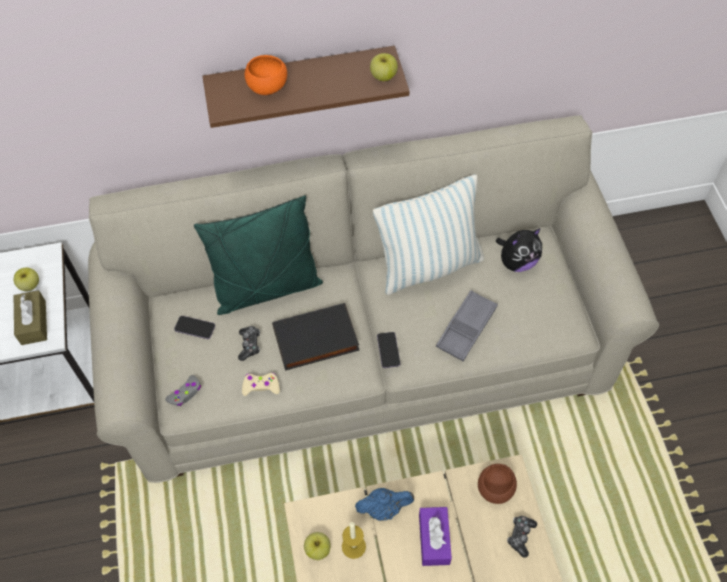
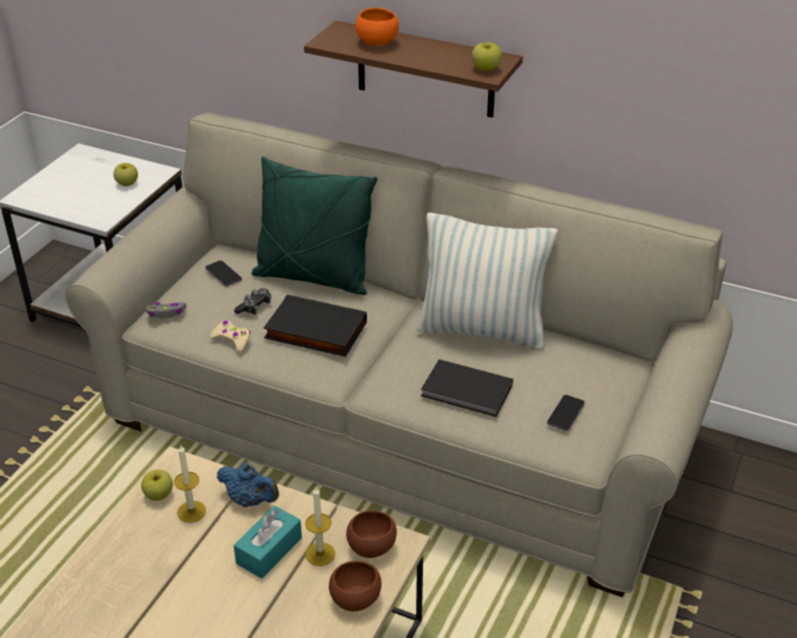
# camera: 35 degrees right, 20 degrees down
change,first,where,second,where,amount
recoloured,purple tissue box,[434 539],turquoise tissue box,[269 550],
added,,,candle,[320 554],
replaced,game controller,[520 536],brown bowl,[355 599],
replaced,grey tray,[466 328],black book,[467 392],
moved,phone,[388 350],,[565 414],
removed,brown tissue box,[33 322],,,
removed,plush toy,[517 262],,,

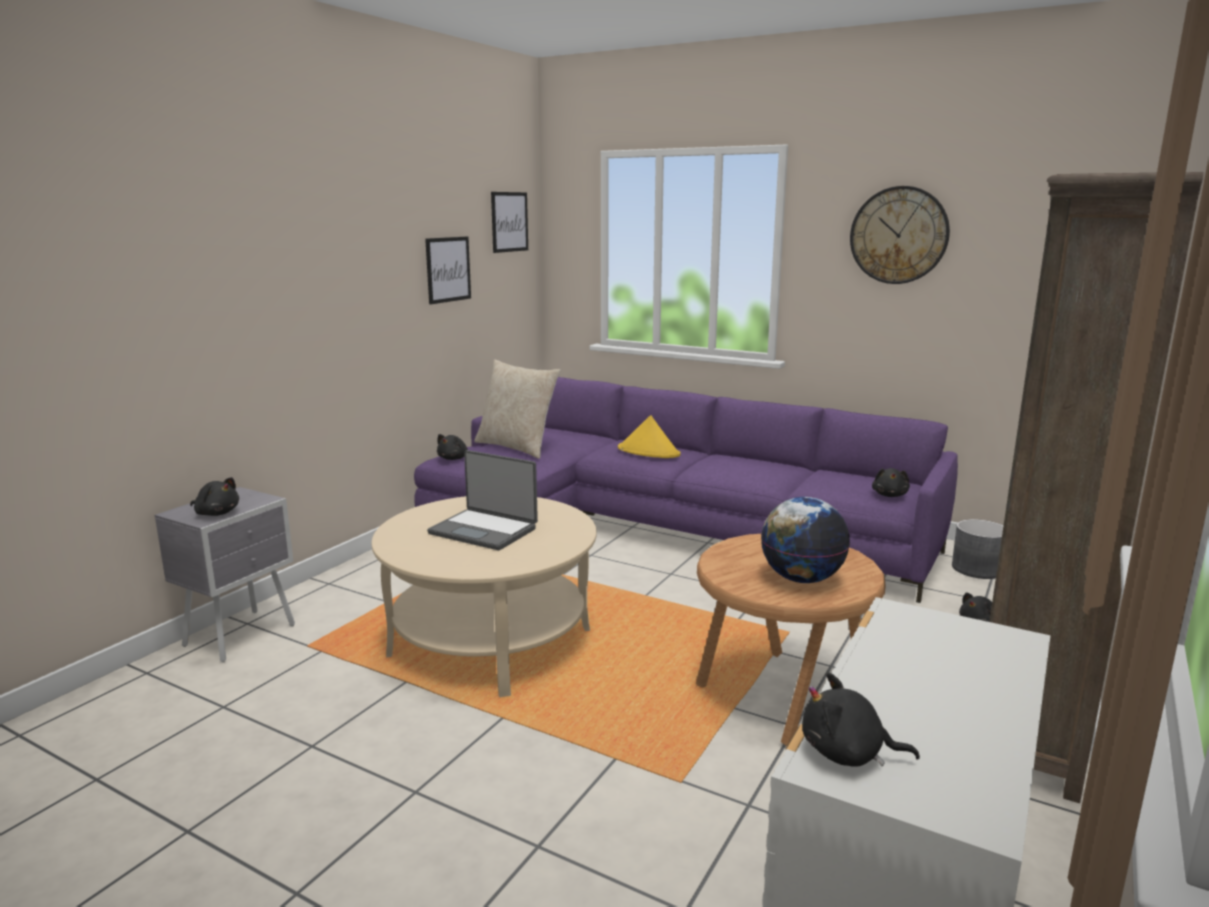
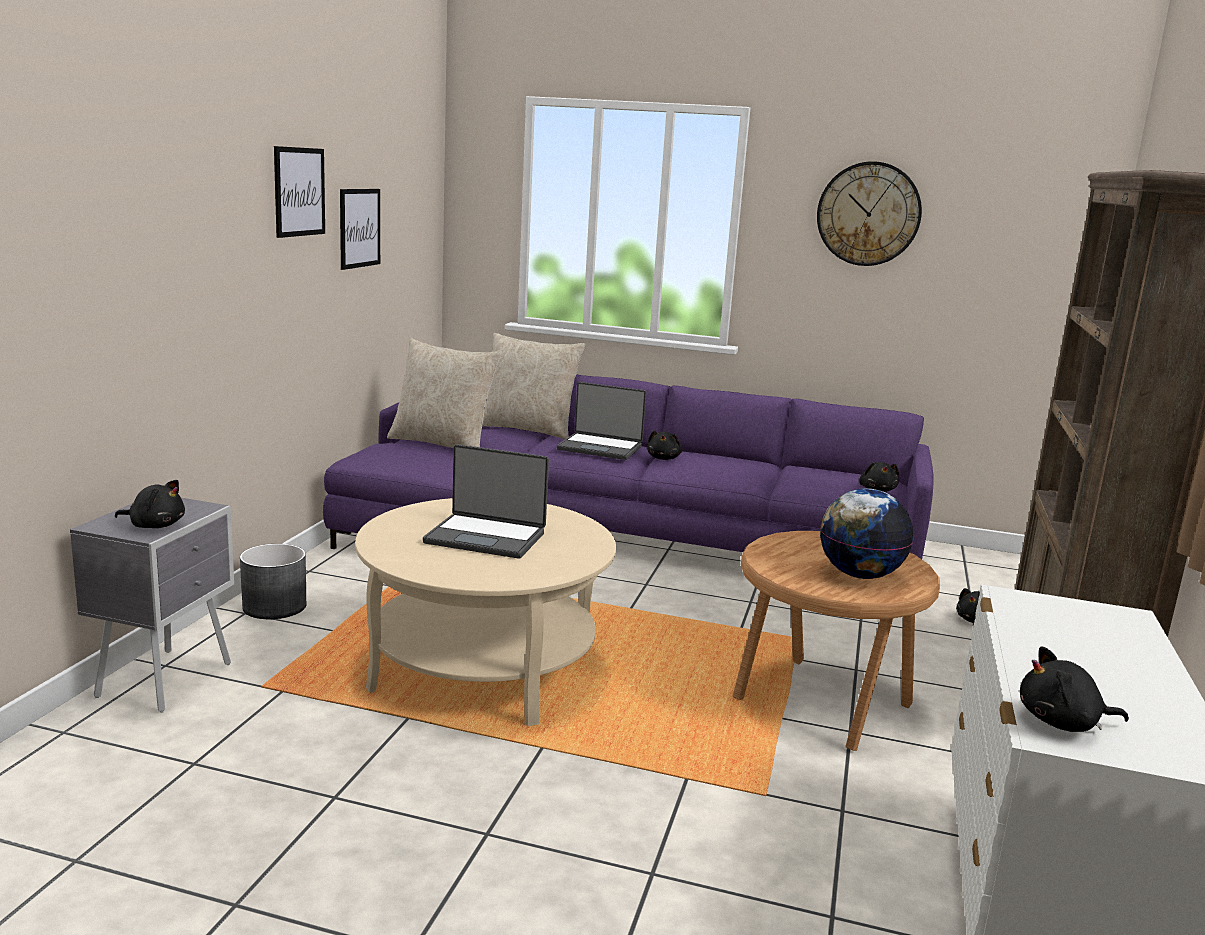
# camera: 15 degrees left, 0 degrees up
change,first,where,second,where,amount
moved,grey planter,[978 569],,[275 606],
moved,picture,[509 222],,[299 192],
added,,,beige pillow,[528 429],
replaced,yellow hat,[649 452],laptop,[600 448],
moved,black plush toy,[454 458],,[663 458],

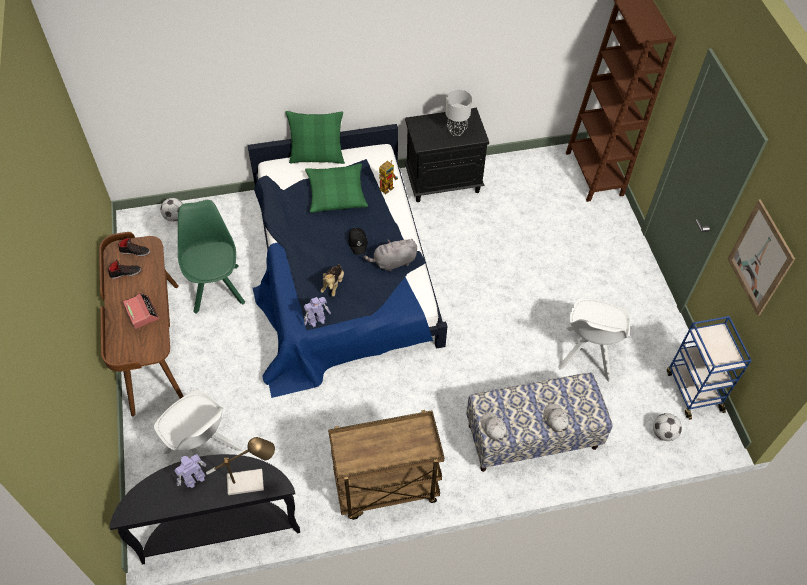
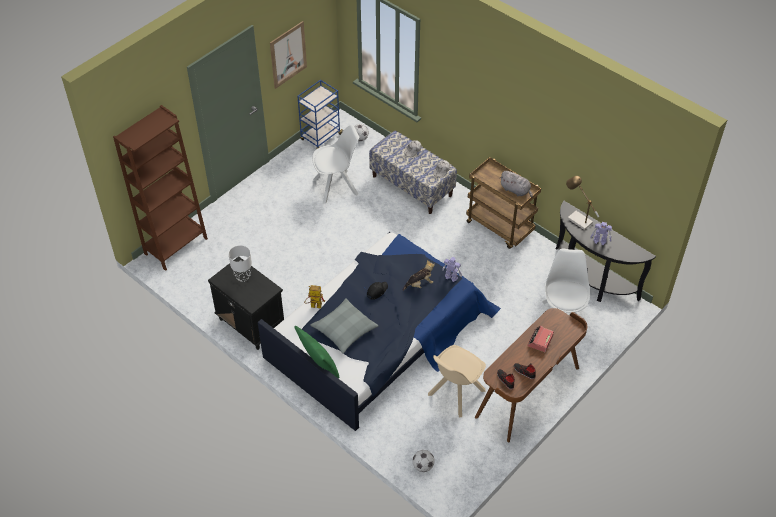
# camera: 125 degrees left, 5 degrees down
change,first,where,second,where,amount
recoloured,green pillow,[336 193],grey pillow,[344 330],
recoloured,green chair,[216 286],beige chair,[455 393],
moved,grey plush toy,[393 262],,[516 190],

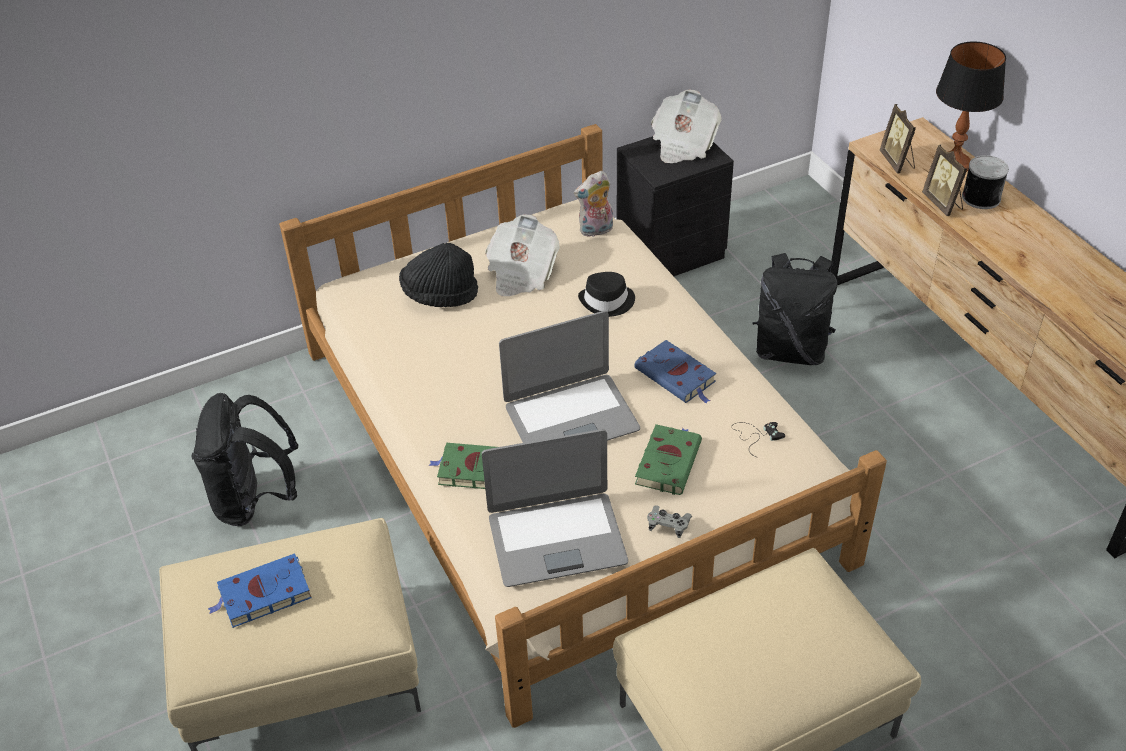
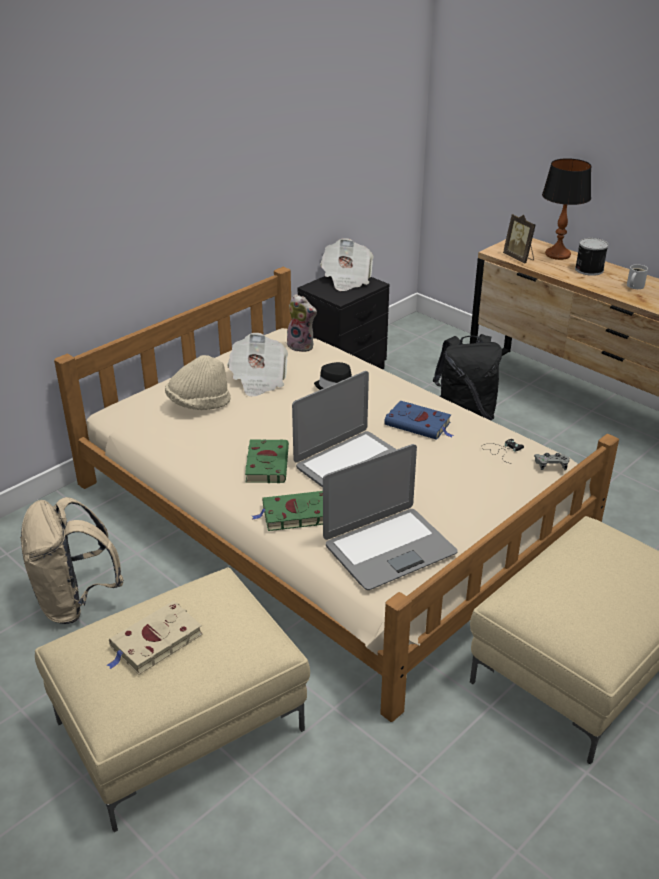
# camera: 20 degrees left, 10 degrees down
change,first,where,second,where,amount
recoloured,black backpack,[255 500],beige backpack,[75 601],
recoloured,blue book,[262 595],beige book,[154 642],
recoloured,black hat,[439 294],beige hat,[198 403],
moved,green book,[668 461],,[267 463],
turned,plush toy,[596 231],,[302 346],105 degrees counterclockwise
moved,grey game controller,[668 526],,[551 466],
added,,,white mug,[634 286],
removed,picture frame,[943 203],,,

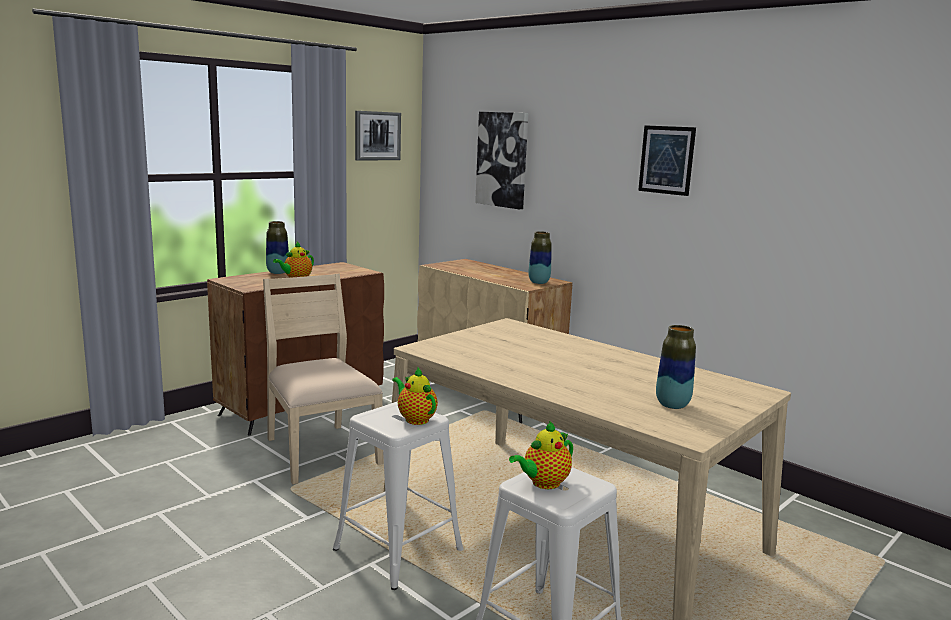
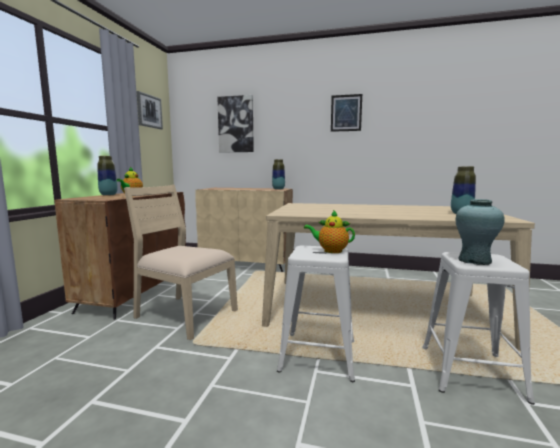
# camera: 30 degrees left, 5 degrees down
change,first,where,second,where,amount
replaced,teapot,[543 483],turquoise vase,[475 261],

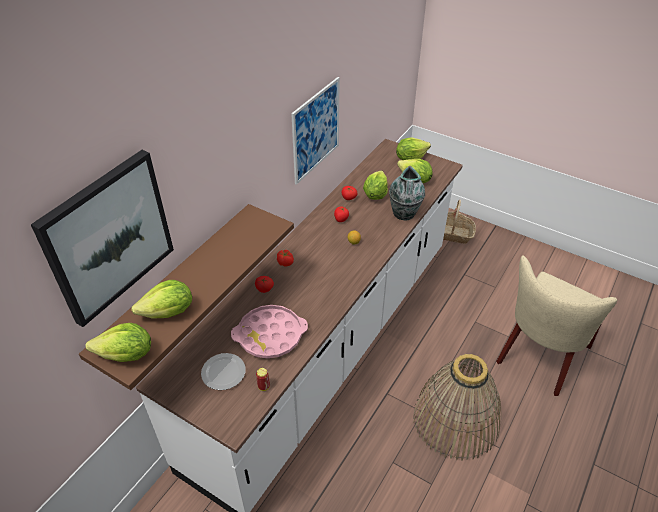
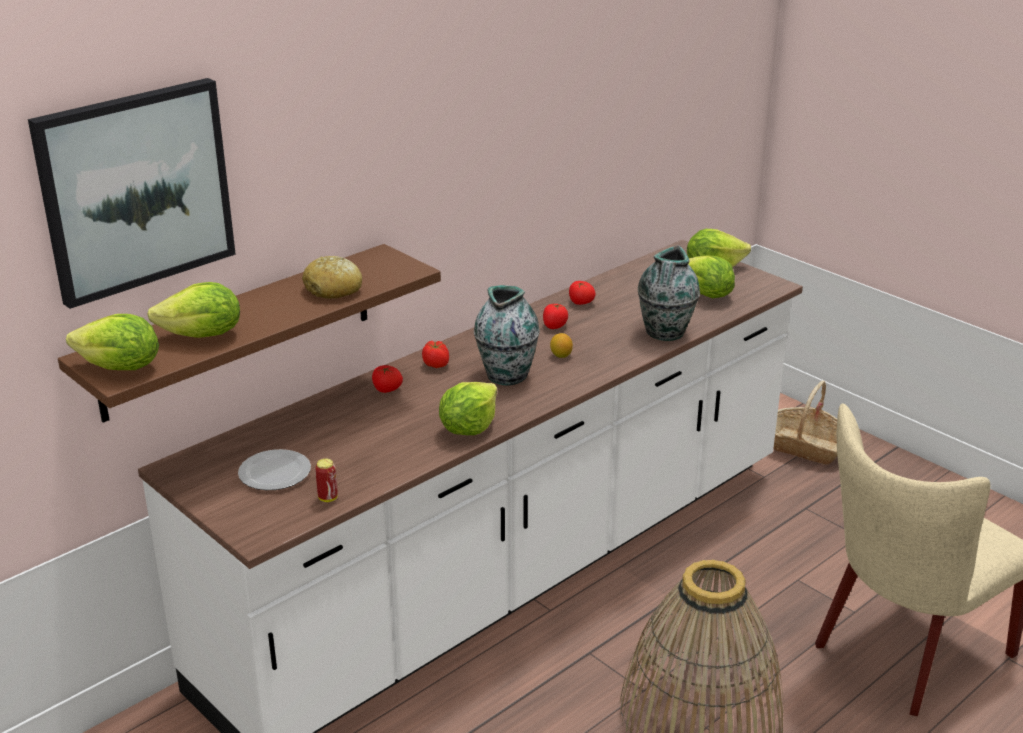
# camera: 15 degrees right, 15 degrees down
change,first,where,second,where,amount
added,,,bread,[333 289],
moved,lettuce,[375 194],,[469 428],
added,,,vase,[507 375],
removed,pink tray,[270 335],,,
removed,picture,[316 130],,,

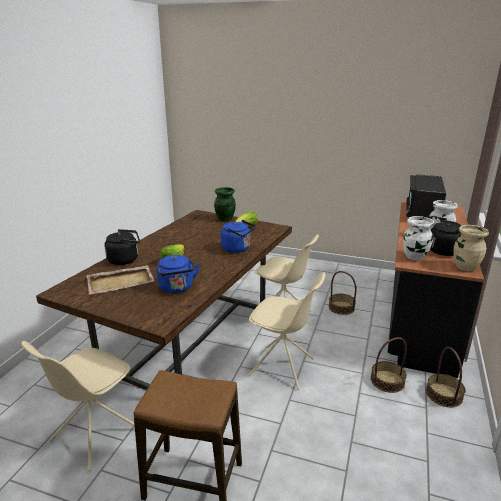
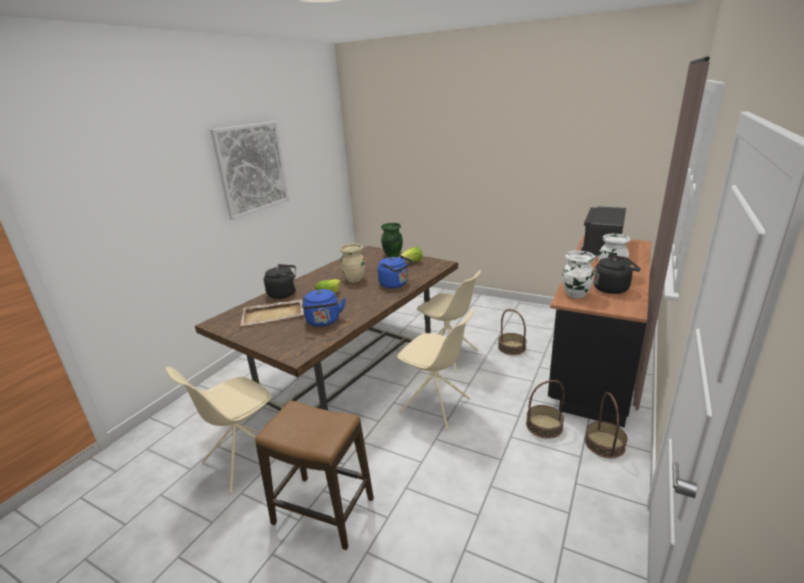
# camera: 10 degrees right, 0 degrees up
change,first,where,second,where,amount
added,,,picture,[252 168],
moved,beige vase,[465 267],,[354 279],

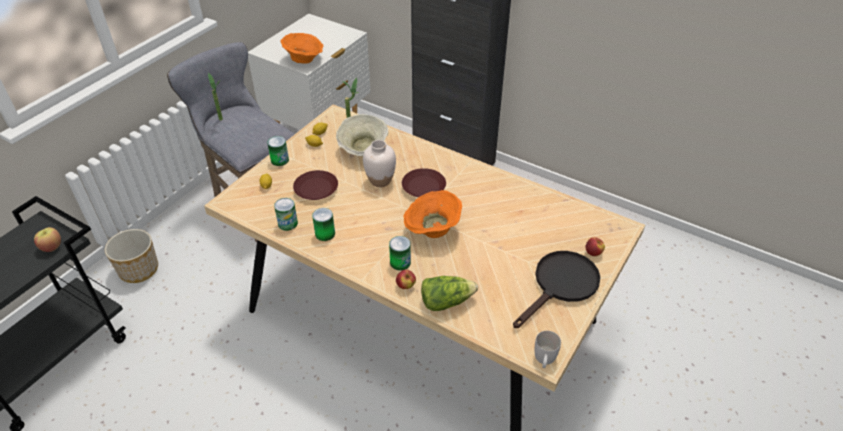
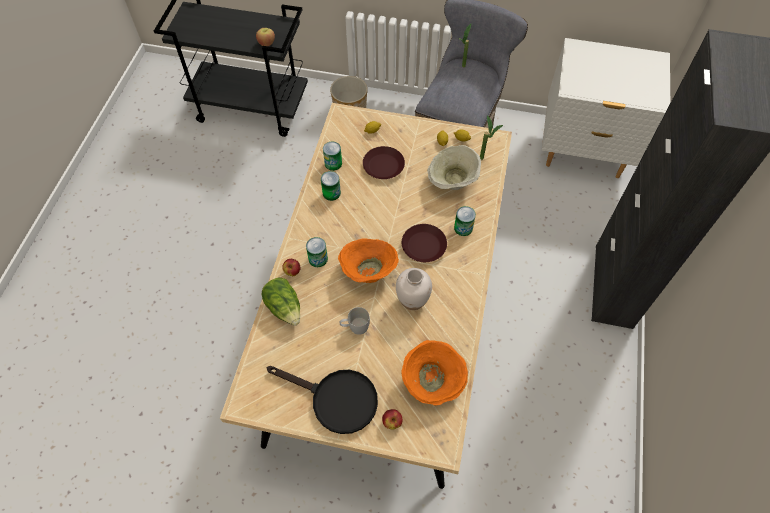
# camera: 70 degrees right, 15 degrees up
change,first,where,second,where,amount
moved,white mug,[544 360],,[355 327],
moved,white vase,[380 180],,[412 300],
moved,orange bowl,[304 60],,[433 381],
moved,can,[280 160],,[463 228],

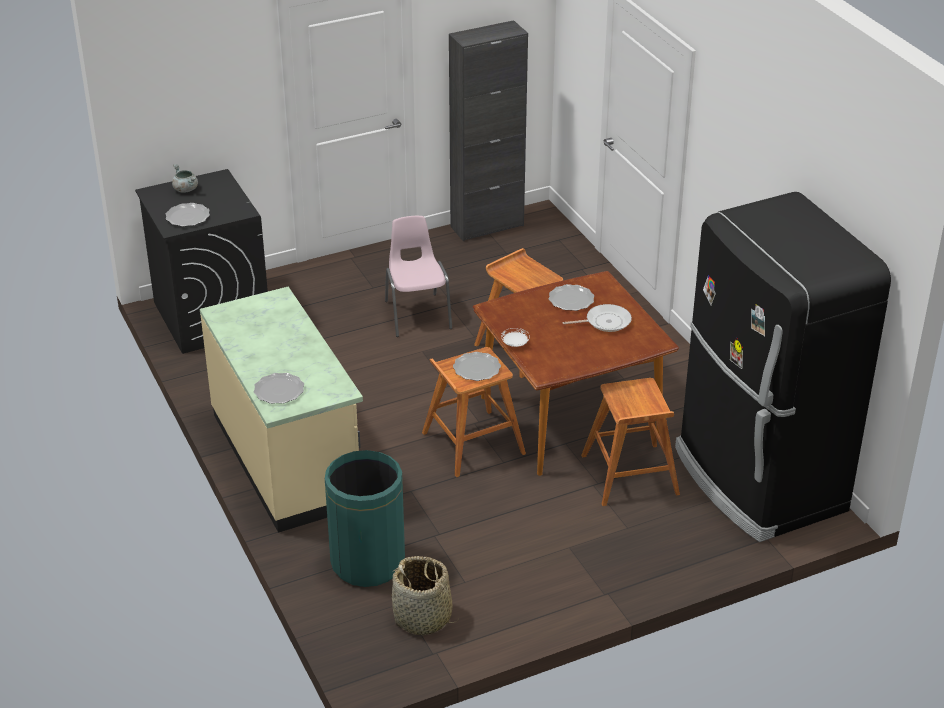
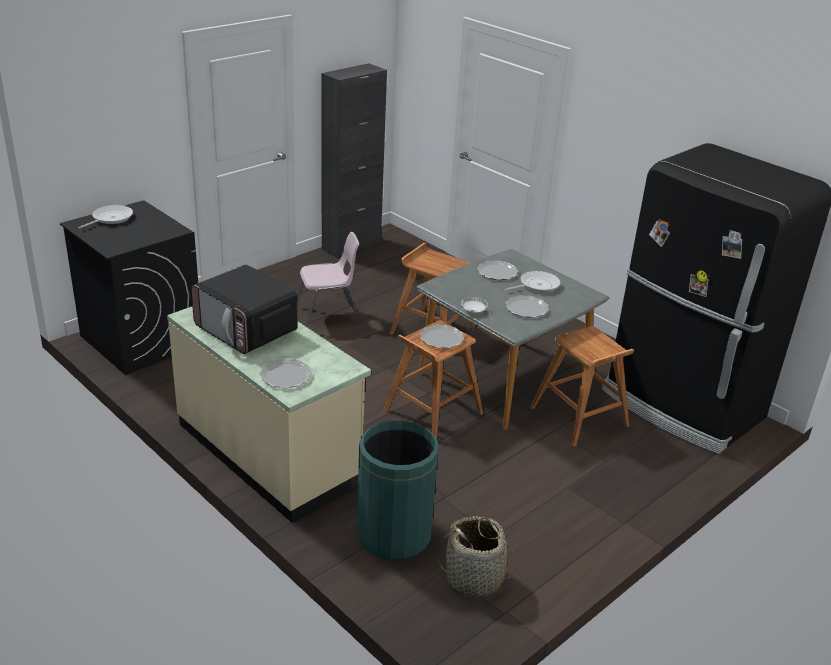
# camera: 20 degrees left, 5 degrees down
change,first,where,second,where,amount
replaced,grey cooking pot,[185 189],frying pan,[110 218],
added,,,microwave,[246 330],
turned,pink chair,[417 314],,[328 316],105 degrees clockwise
recoloured,brown dining table,[569 418],grey dining table,[501 379],
moved,plate,[188 217],,[527 308],

